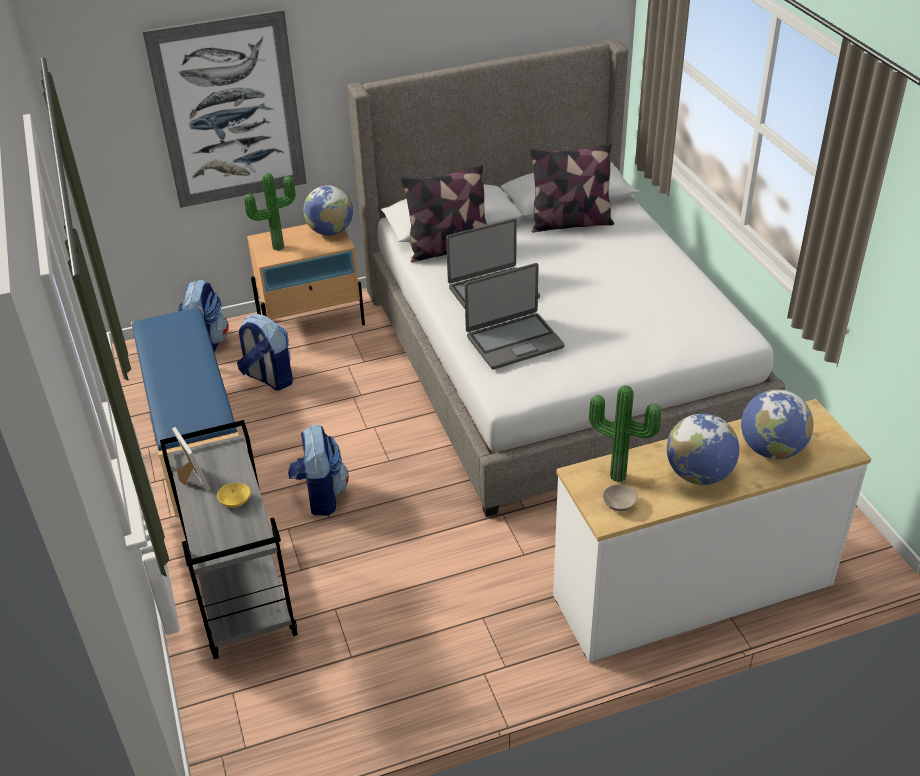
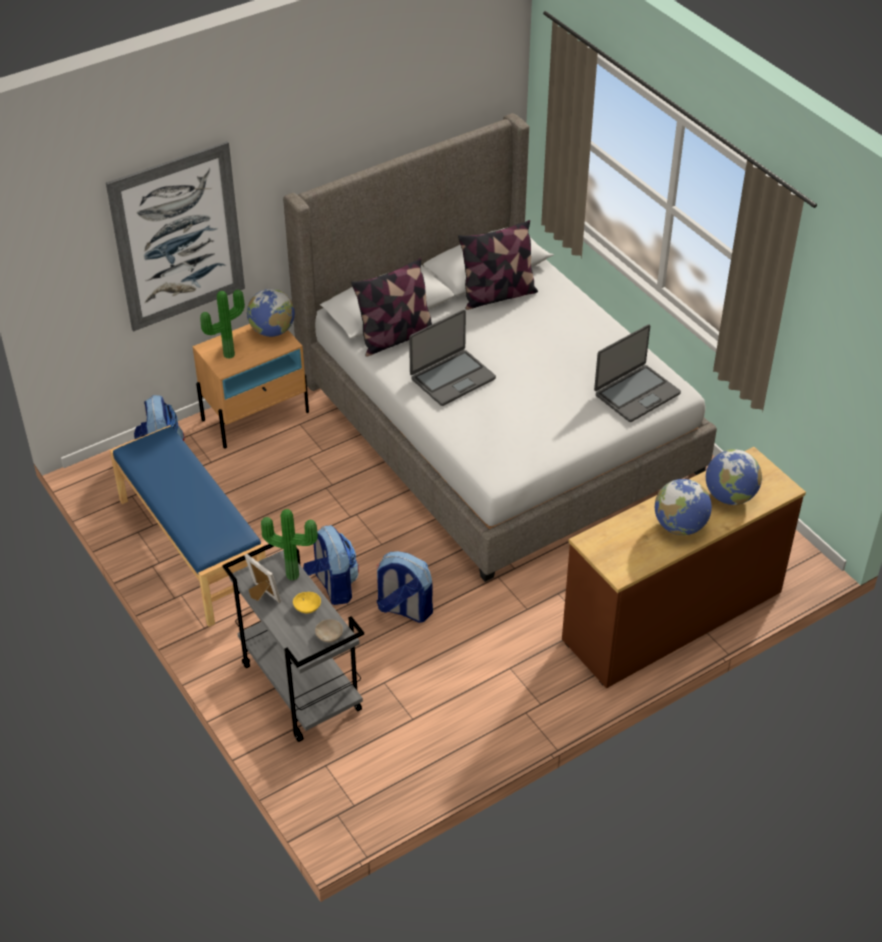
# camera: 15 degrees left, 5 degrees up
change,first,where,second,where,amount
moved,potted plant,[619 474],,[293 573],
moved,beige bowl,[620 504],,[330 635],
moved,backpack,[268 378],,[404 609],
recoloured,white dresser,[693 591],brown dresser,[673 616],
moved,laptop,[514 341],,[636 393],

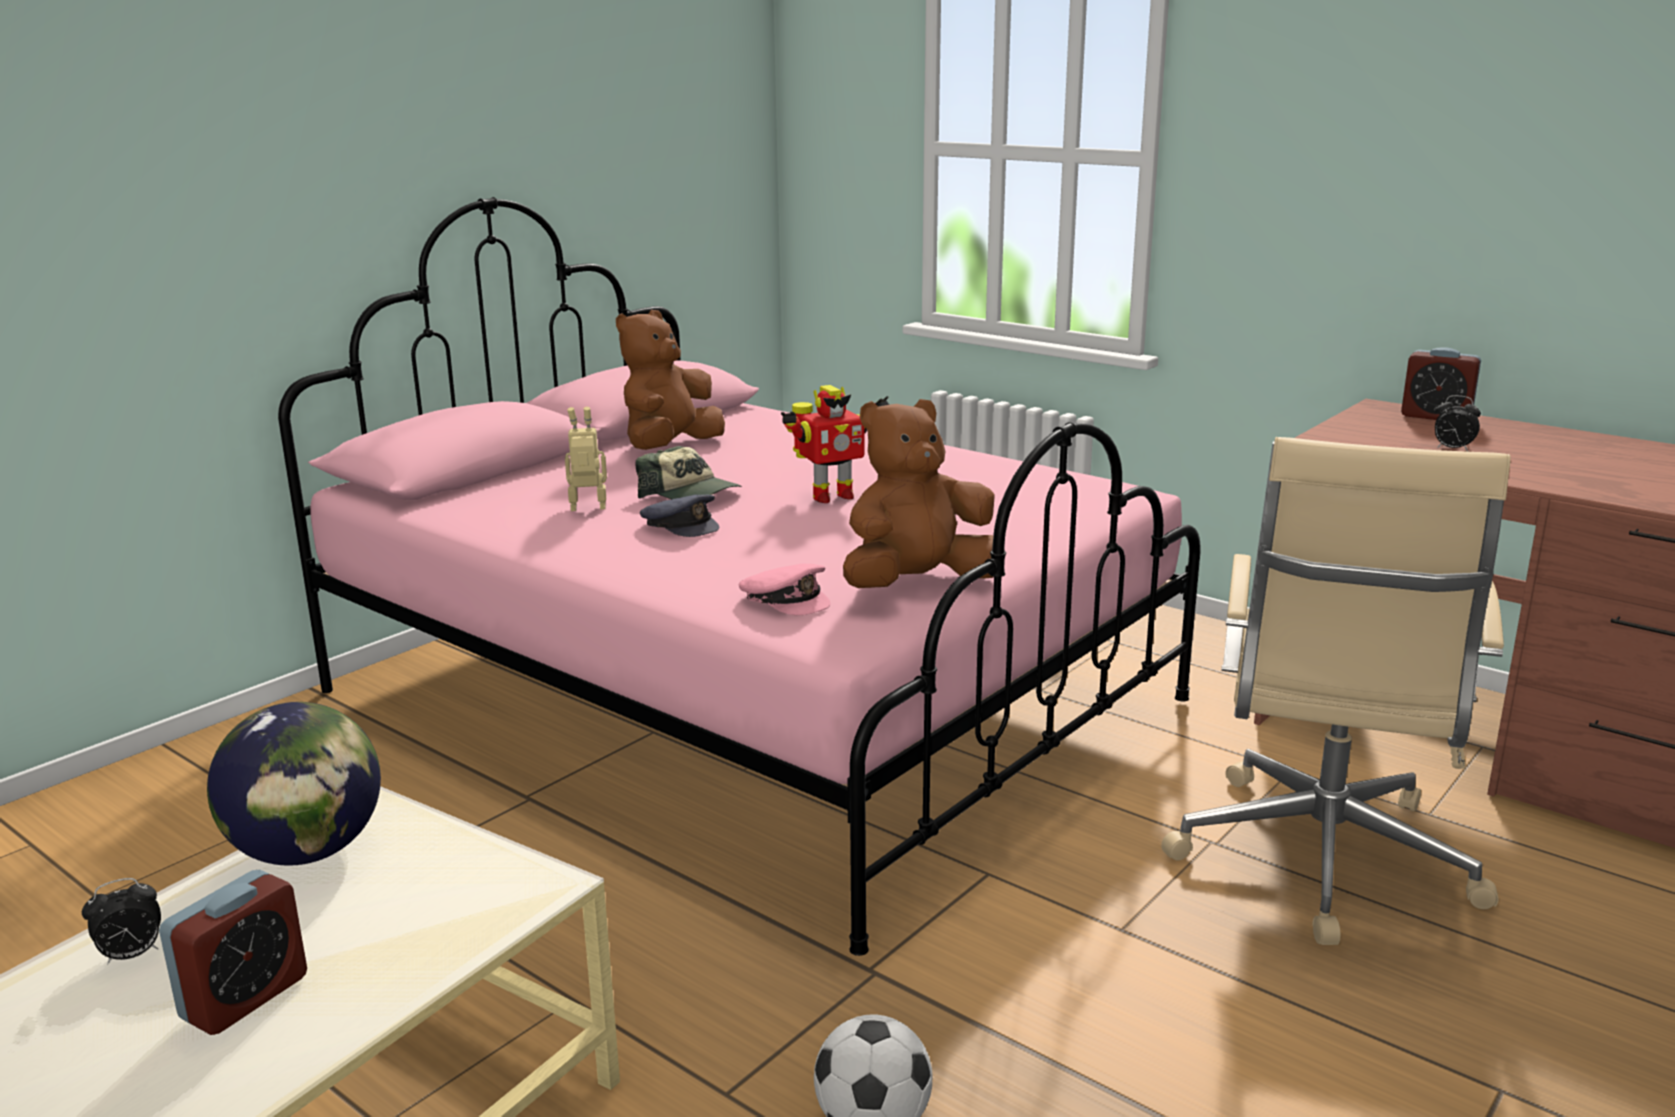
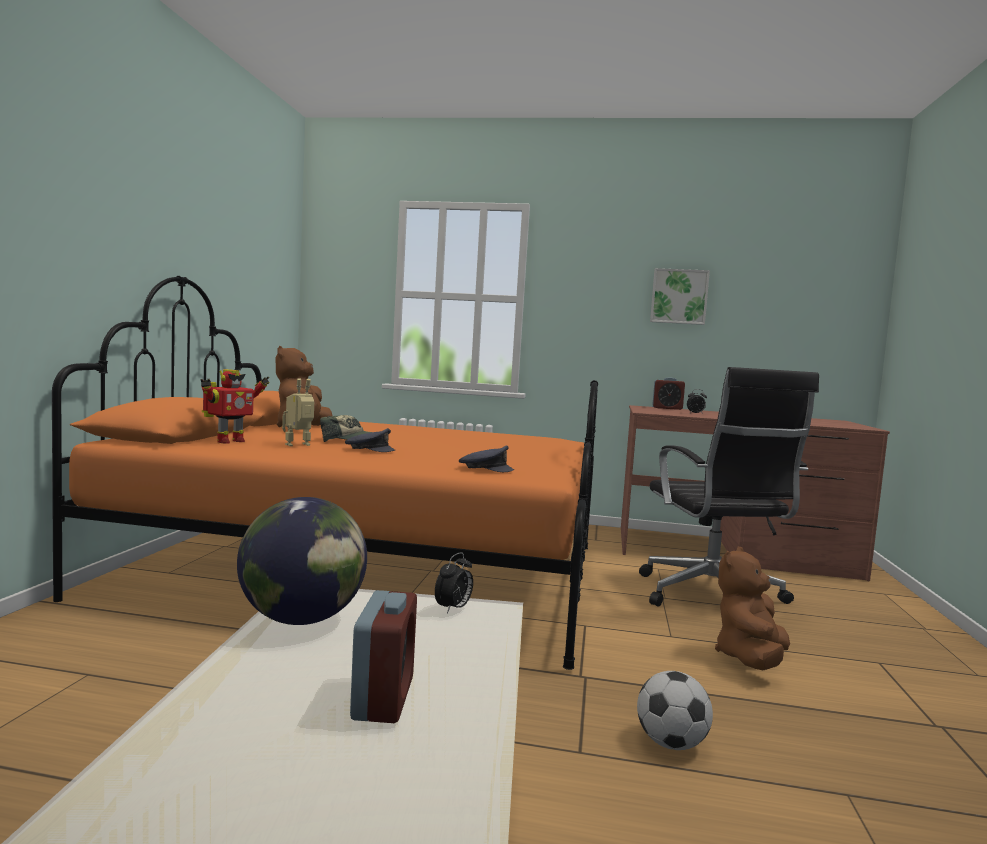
# camera: 30 degrees left, 15 degrees down
change,first,where,second,where,amount
recoloured,pink bed,[749 696],orange bed,[368 571],
moved,toy robot,[830 496],,[228 441],
moved,alarm clock,[131 955],,[453 609],
recoloured,pink cap,[786 599],grey cap,[485 468],
recoloured,beige office chair,[1321 861],black office chair,[712 597],
added,,,picture,[679 296],
moved,brown plush toy,[917 584],,[750 659],

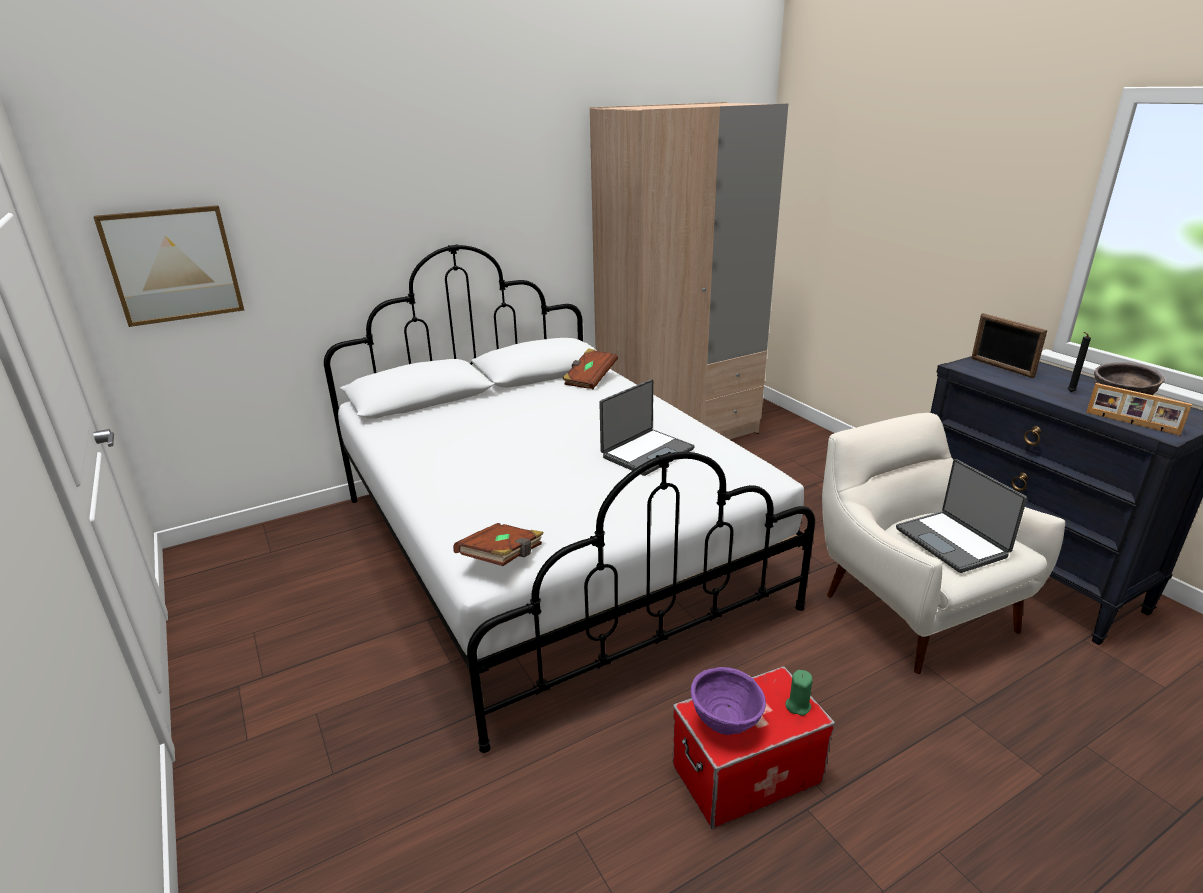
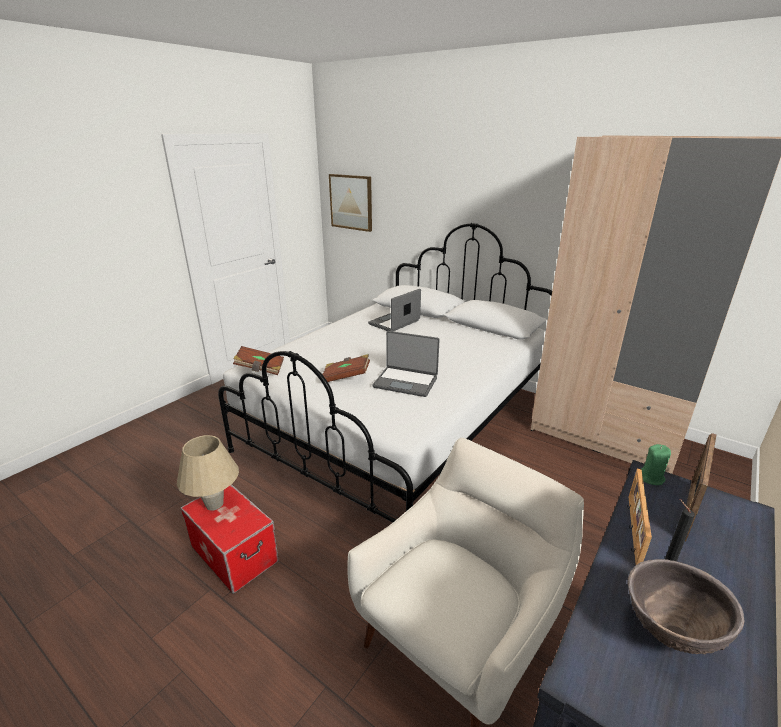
# camera: 65 degrees right, 0 degrees up
change,first,where,second,where,amount
replaced,purple bowl,[725 724],beige table lamp,[214 504],
moved,brown book,[589 379],,[346 377],
moved,laptop,[952 542],,[395 323],
moved,picture frame,[1131 423],,[632 529],
moved,green candle,[797 705],,[651 478],

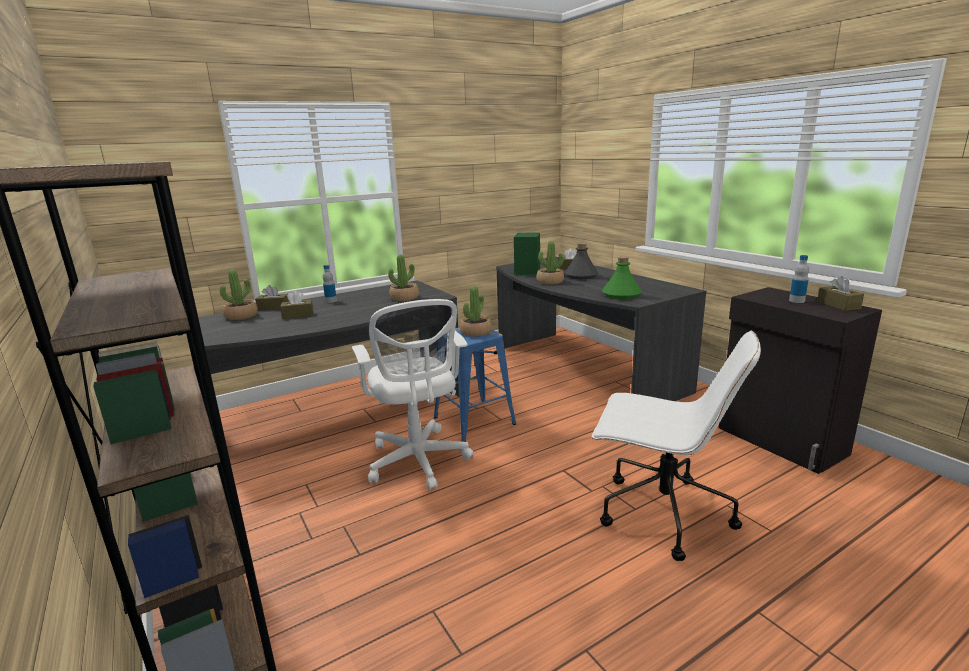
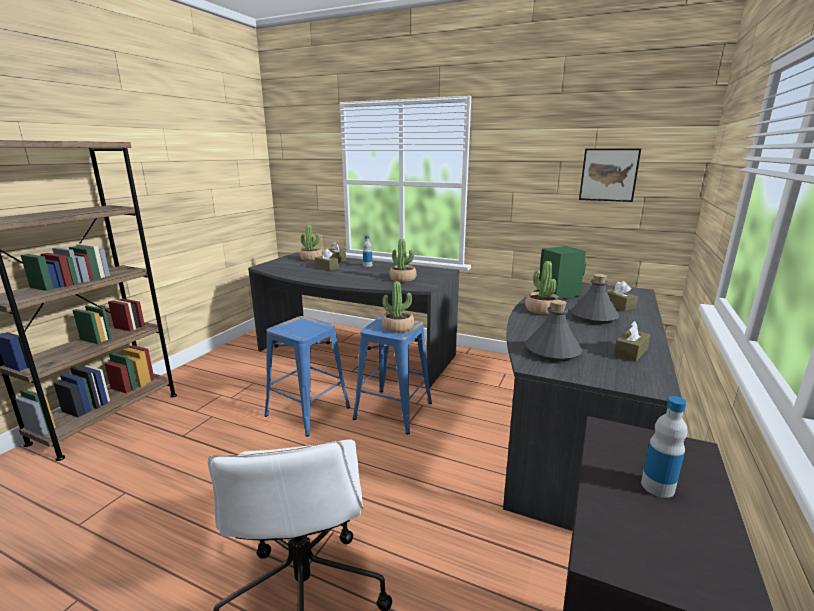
# camera: 55 degrees right, 0 degrees up
change,first,where,second,where,amount
replaced,white office chair,[418 462],blue stool,[307 411],
recoloured,green bottle,[621 294],grey bottle,[552 351],
added,,,picture,[608 175],
moved,brown tissue box,[838 305],,[630 352],

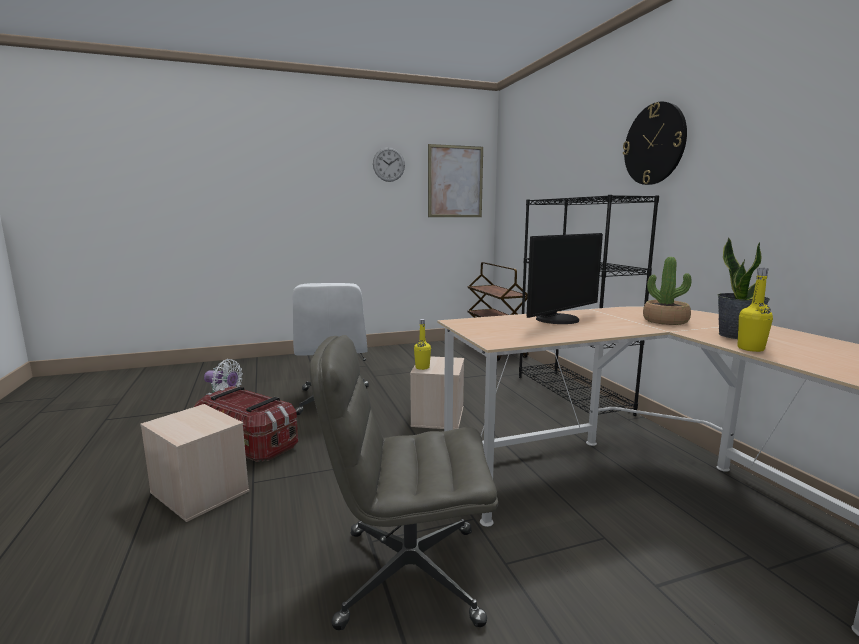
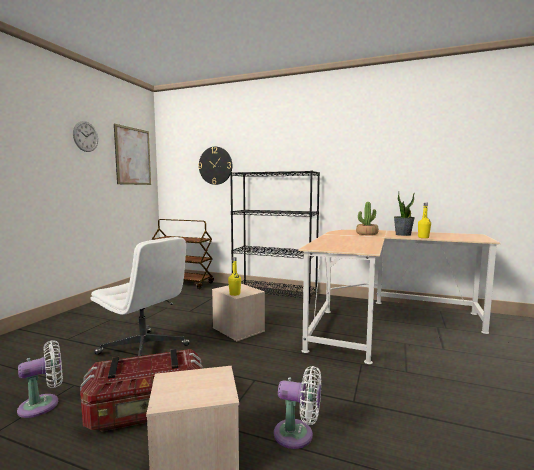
# camera: 50 degrees left, 5 degrees down
change,first,where,second,where,amount
moved,wall clock,[654 144],,[215 165],
added,,,white fan,[297 435],
removed,grey office chair,[408 575],,,
removed,monitor,[559 320],,,

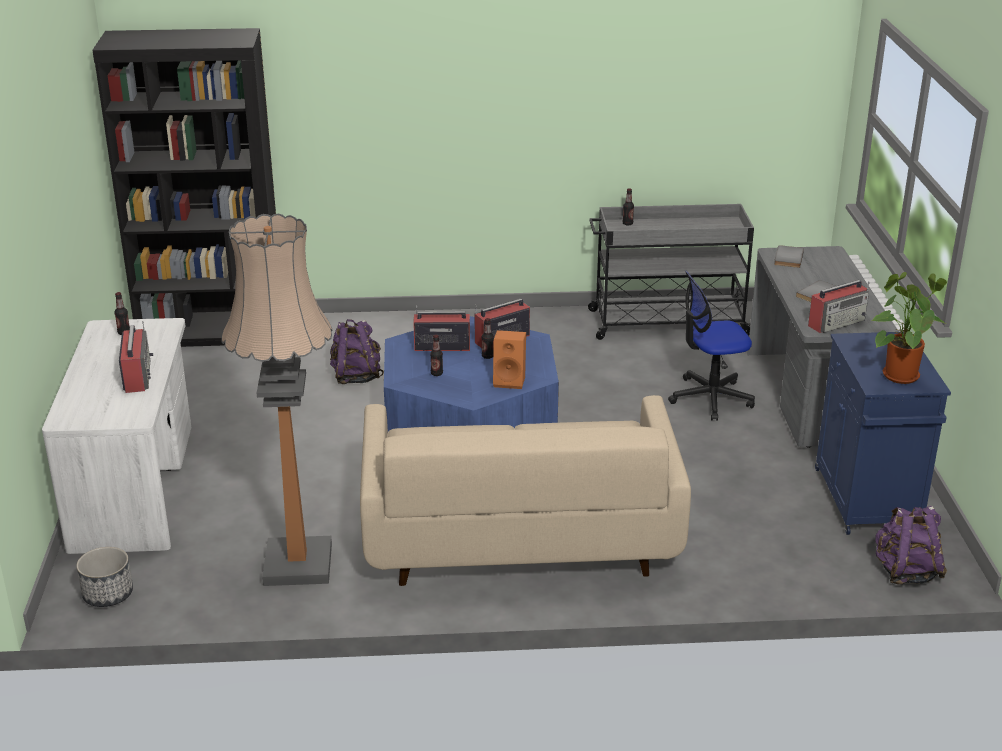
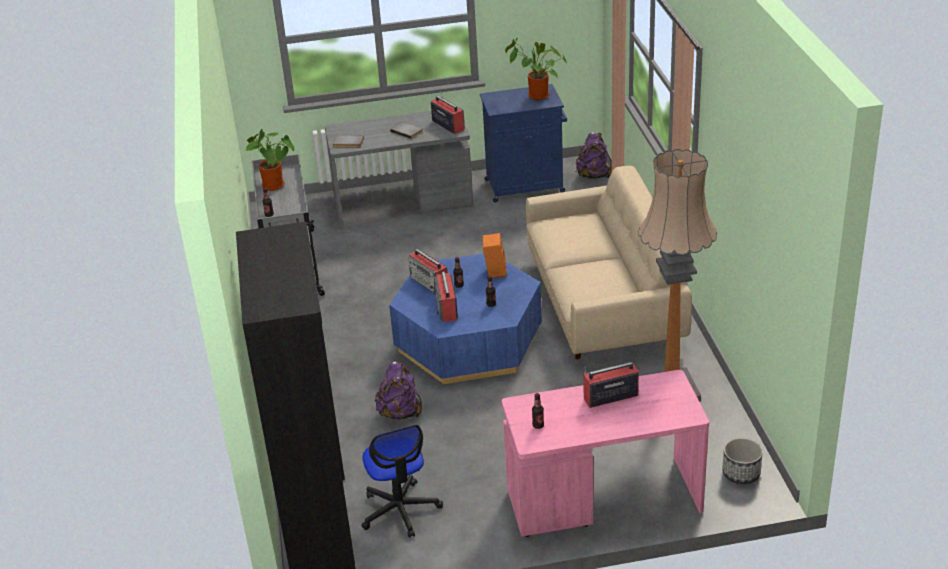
# camera: 95 degrees left, 5 degrees up
change,first,where,second,where,amount
added,,,potted plant,[275 186],
moved,office chair,[710 398],,[400 510],
recoloured,white desk,[135 487],pink desk,[603 499],

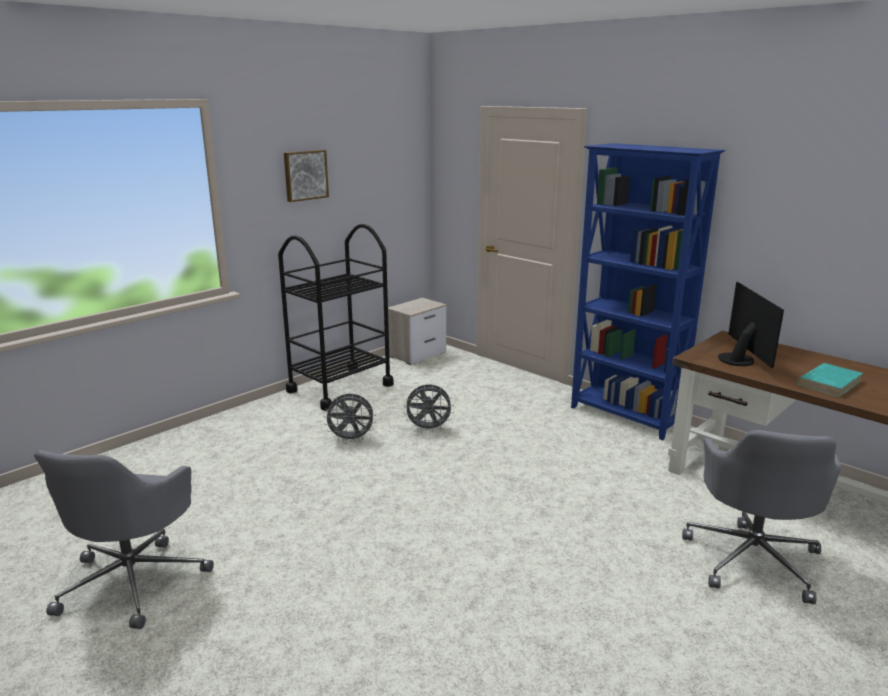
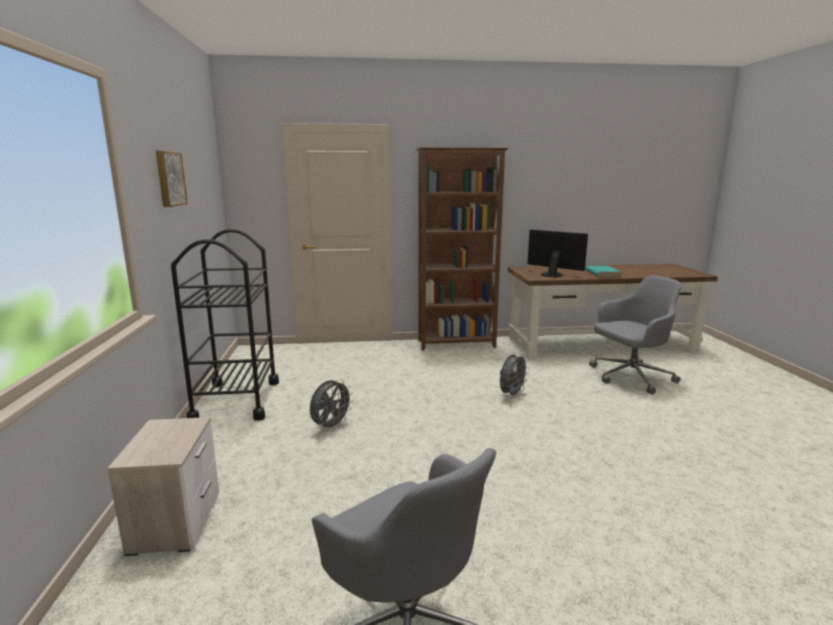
# camera: 50 degrees left, 5 degrees down
change,first,where,second,where,amount
moved,nightstand,[418 354],,[177 521],
recoloured,blue bookcase,[626 417],brown bookcase,[457 344],
moved,grey fan,[429 428],,[511 395],
turned,grey office chair,[752 558],,[630 377],75 degrees counterclockwise

